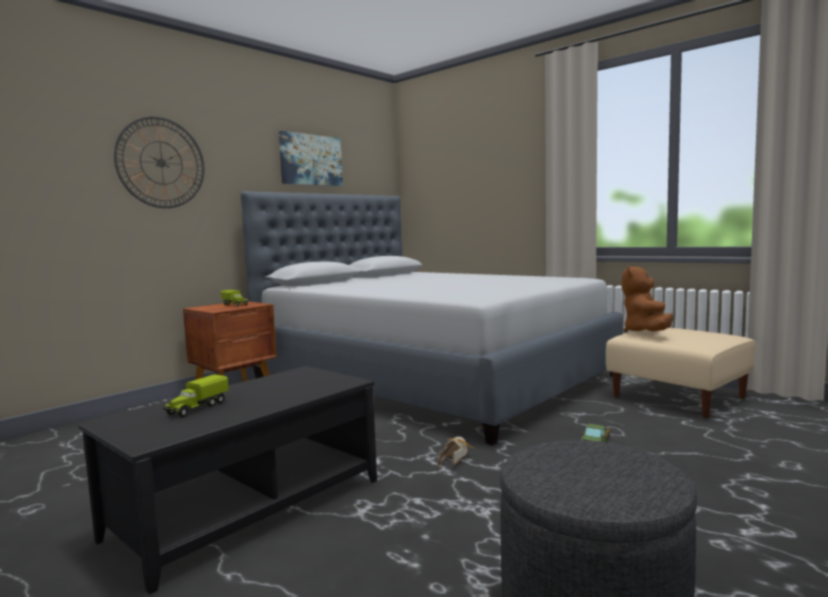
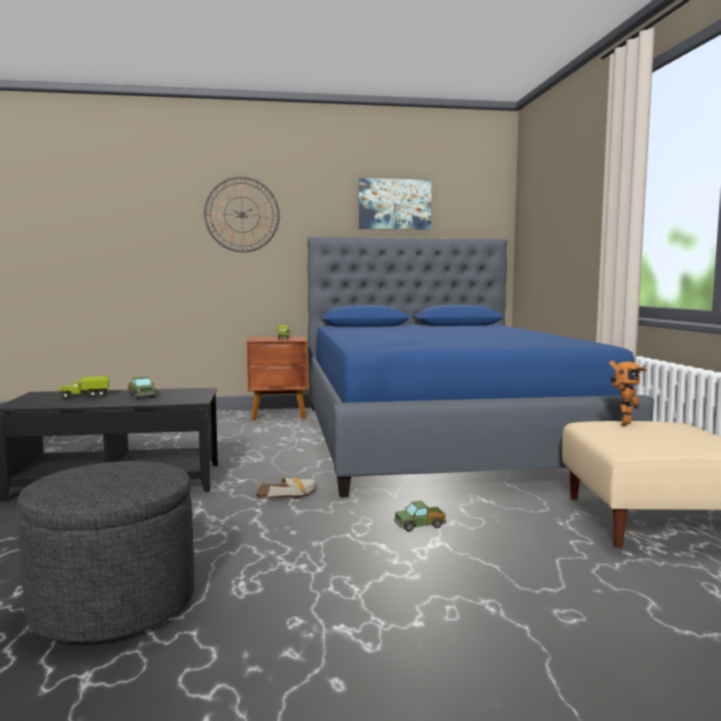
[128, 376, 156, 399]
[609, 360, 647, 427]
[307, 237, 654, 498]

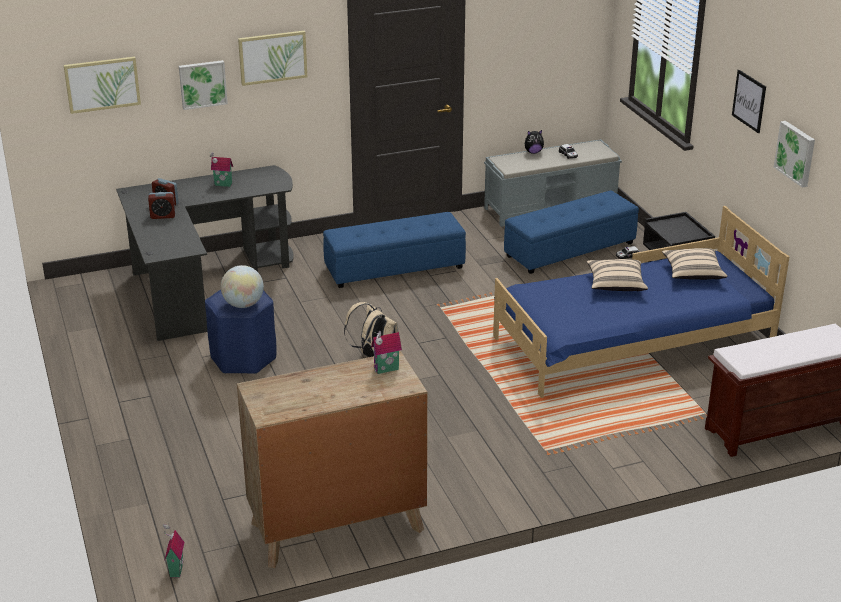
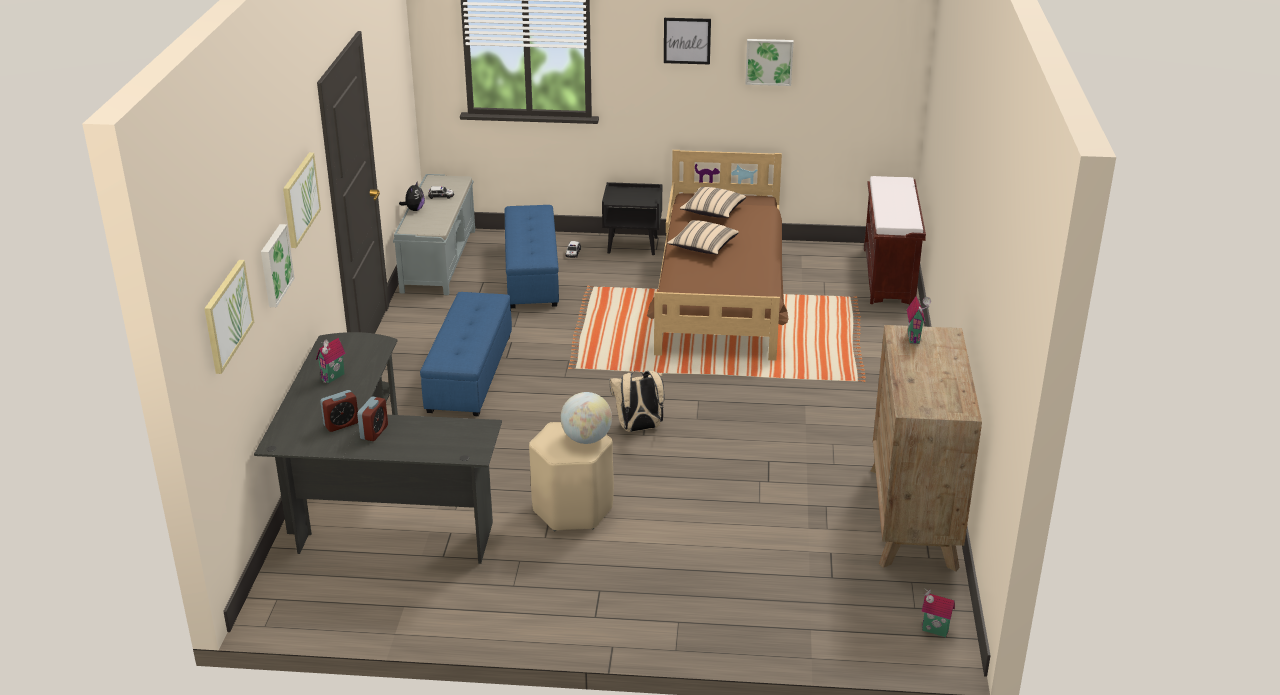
[529, 422, 614, 531]
[647, 150, 788, 361]

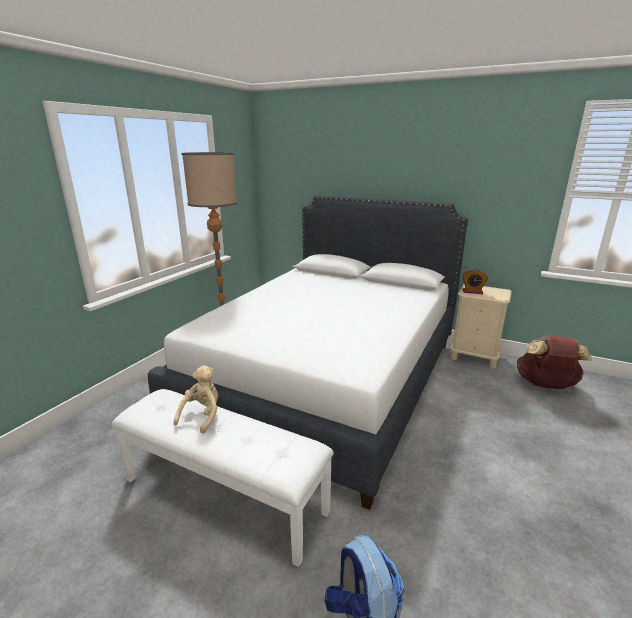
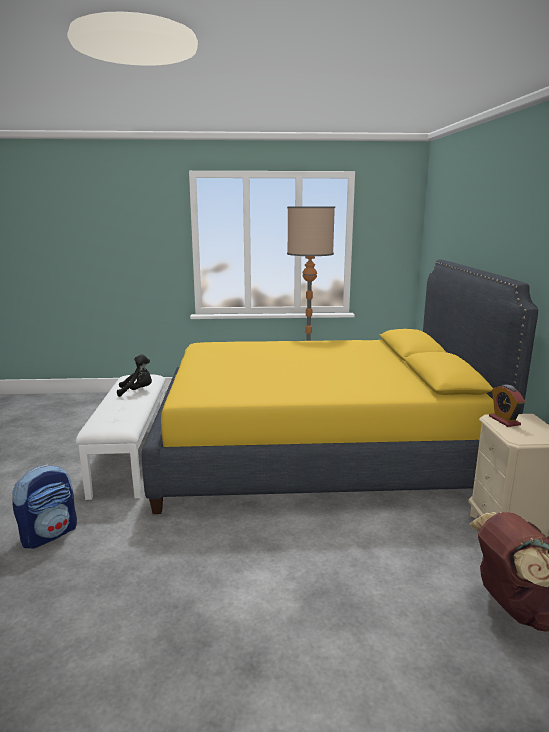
[142, 259, 538, 514]
[117, 354, 152, 397]

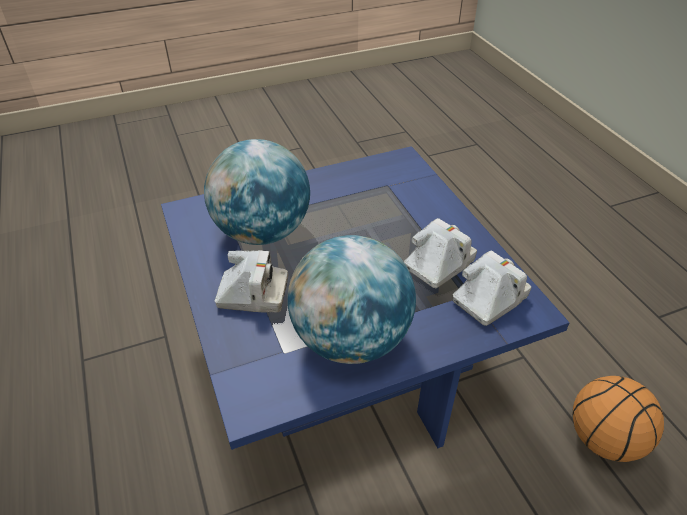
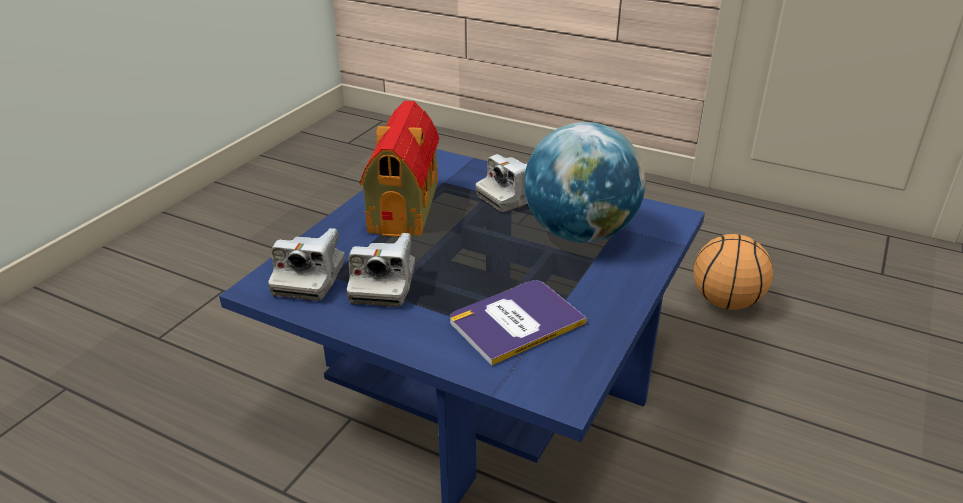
[450, 280, 587, 366]
[693, 234, 773, 310]
[360, 101, 439, 237]

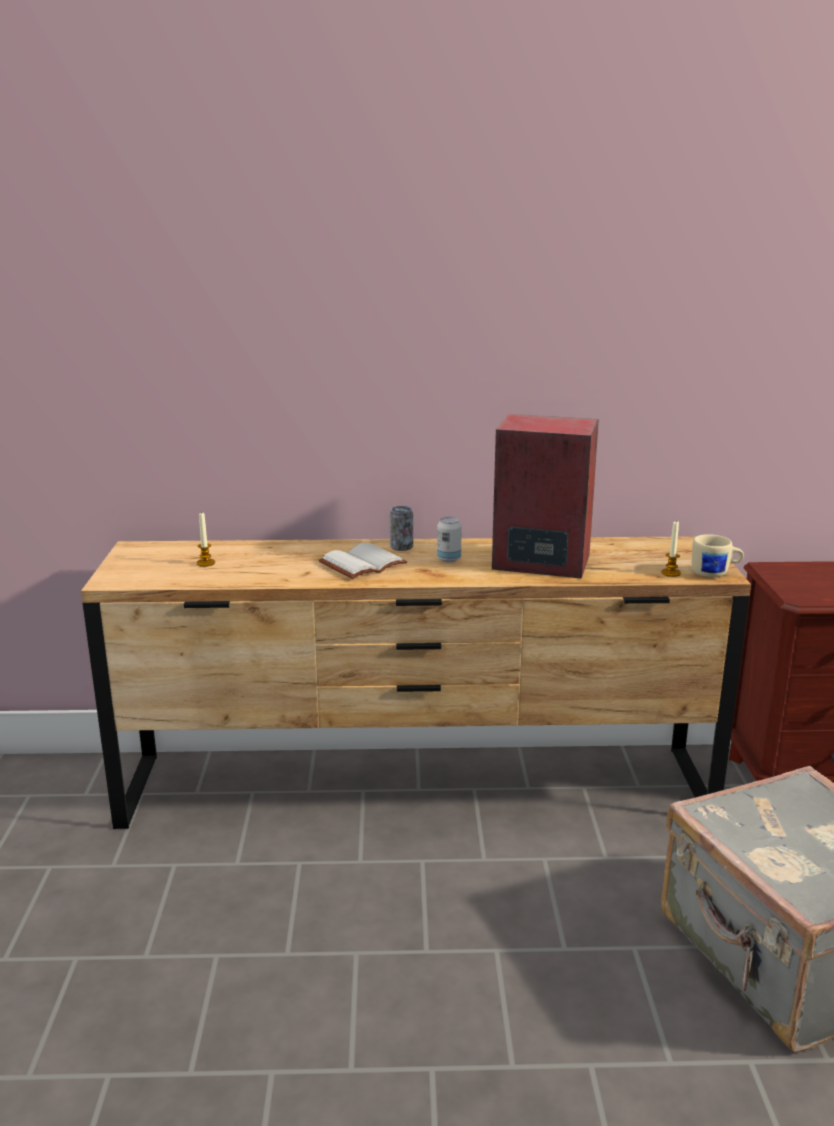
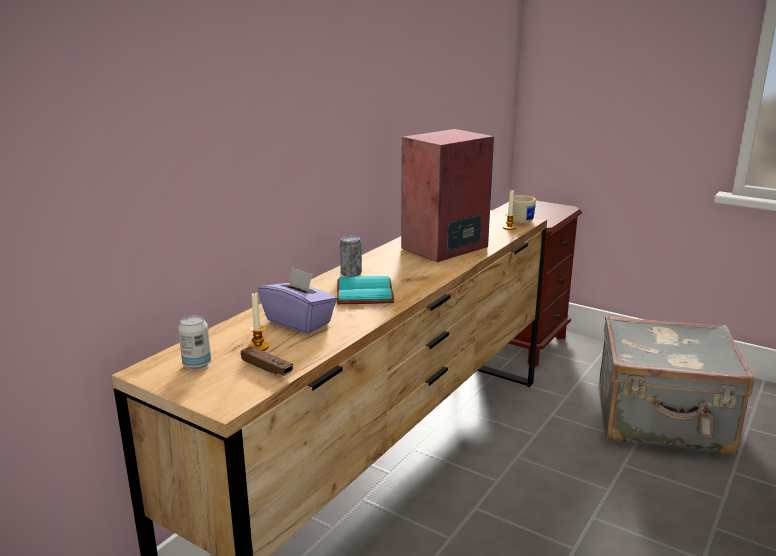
[241, 346, 293, 376]
[258, 267, 337, 334]
[178, 315, 211, 369]
[337, 276, 394, 304]

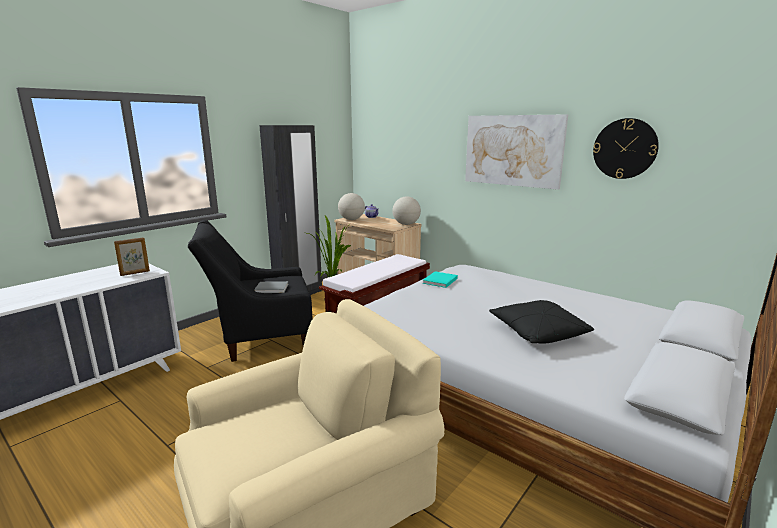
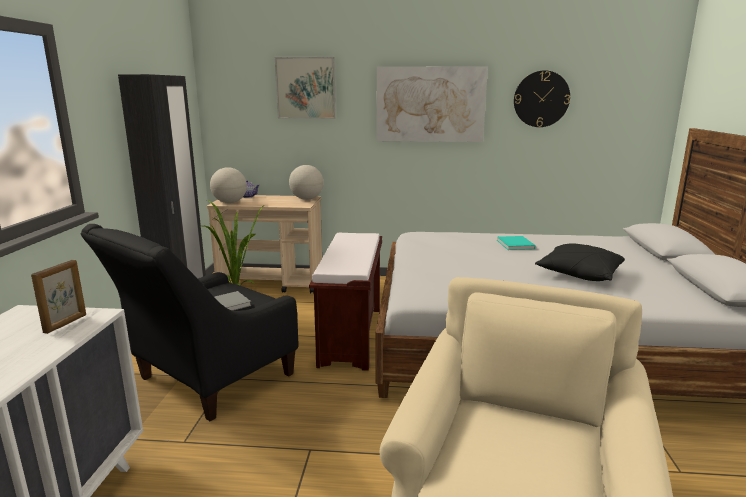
[275, 57, 336, 119]
[497, 236, 535, 250]

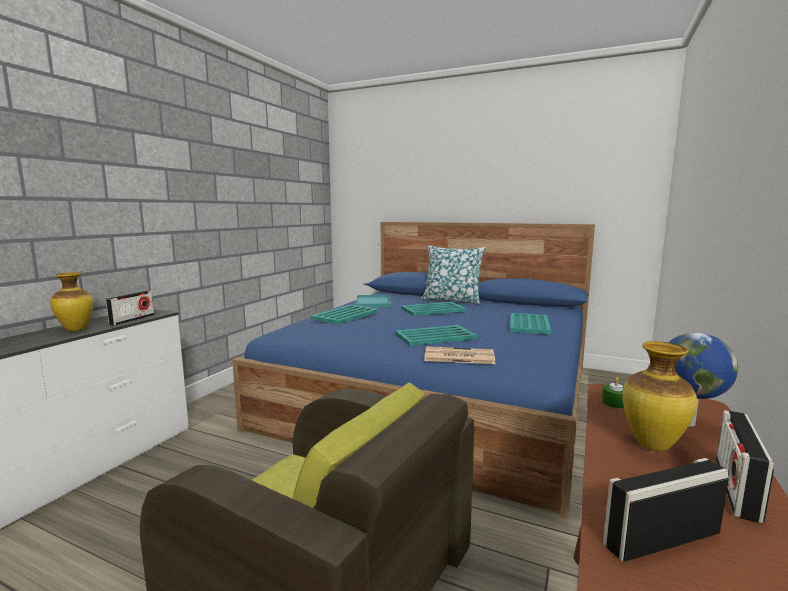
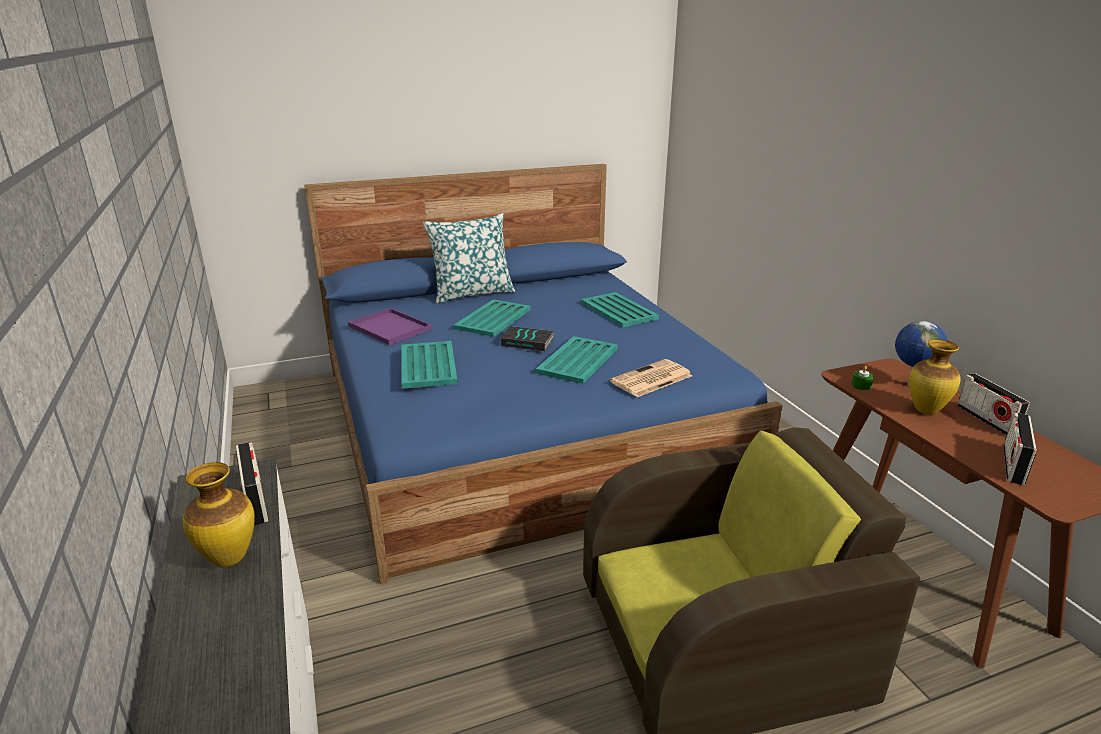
[501, 326, 555, 351]
[348, 308, 432, 345]

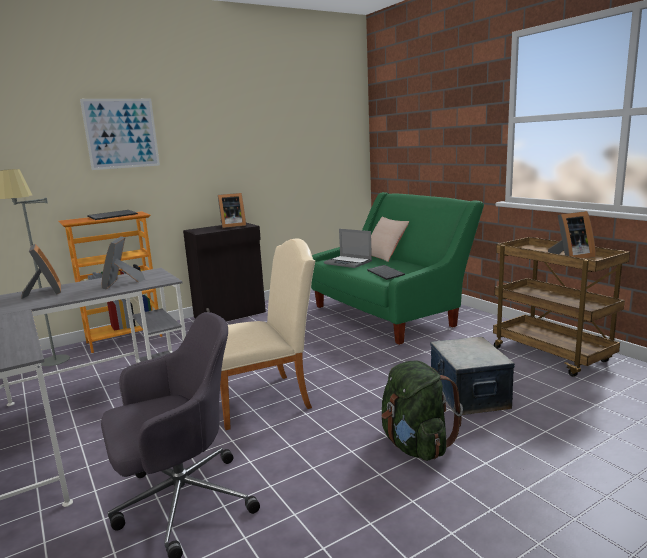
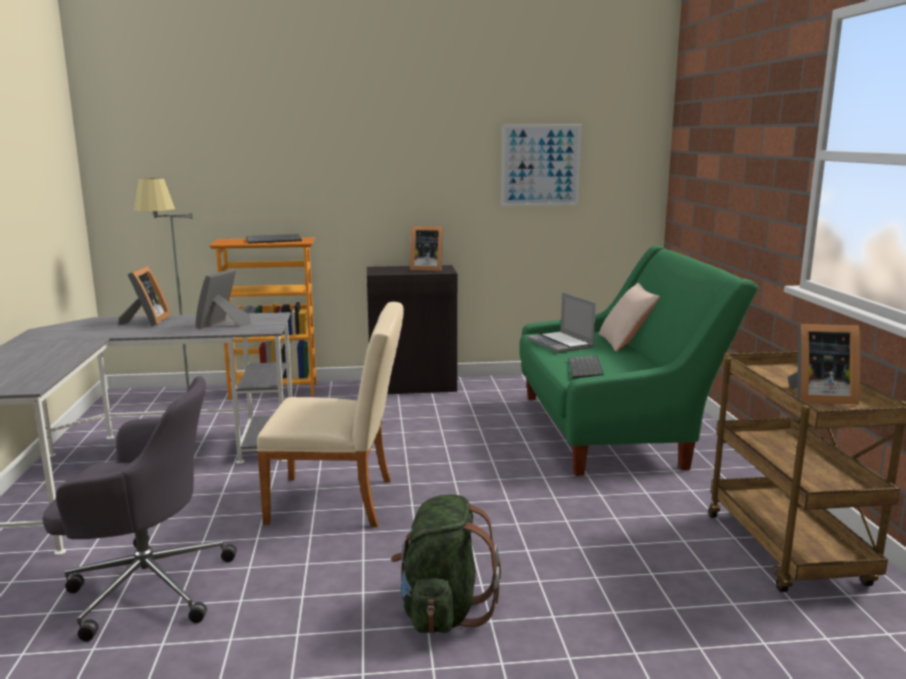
[430, 337, 515, 415] (first image)
[501, 125, 582, 206]

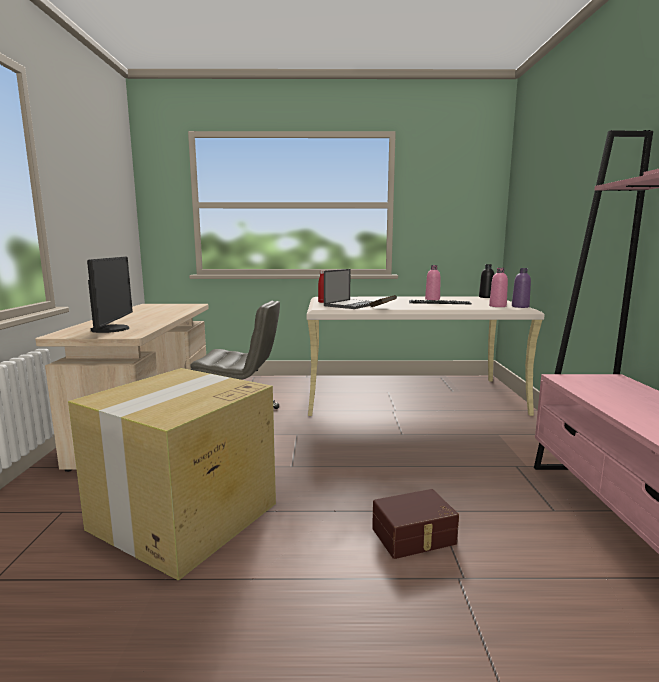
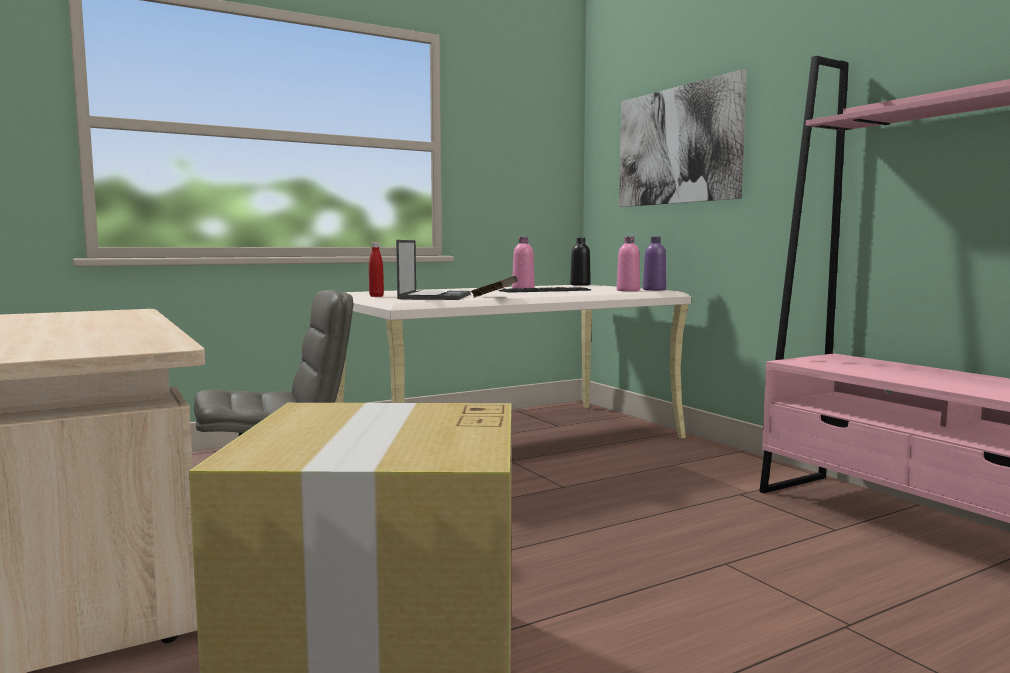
[87, 257, 133, 333] (first image)
[372, 489, 459, 559] (first image)
[619, 69, 747, 207]

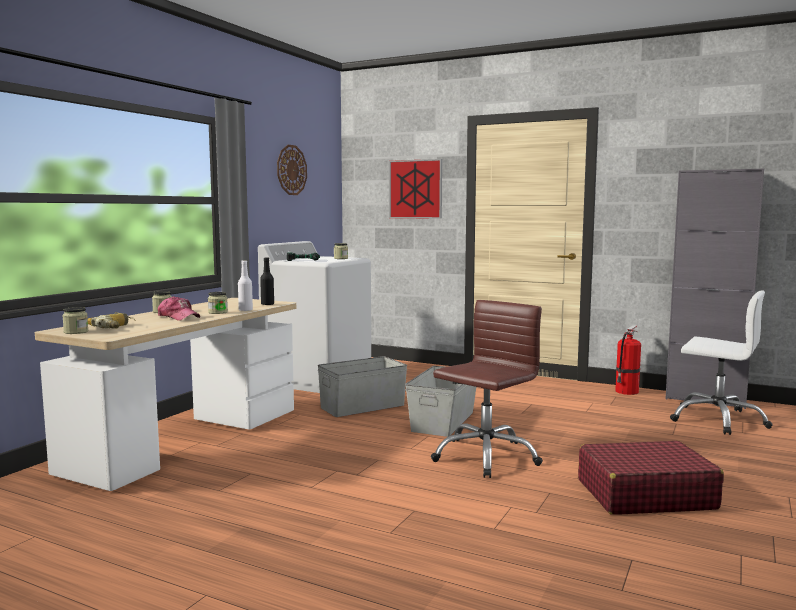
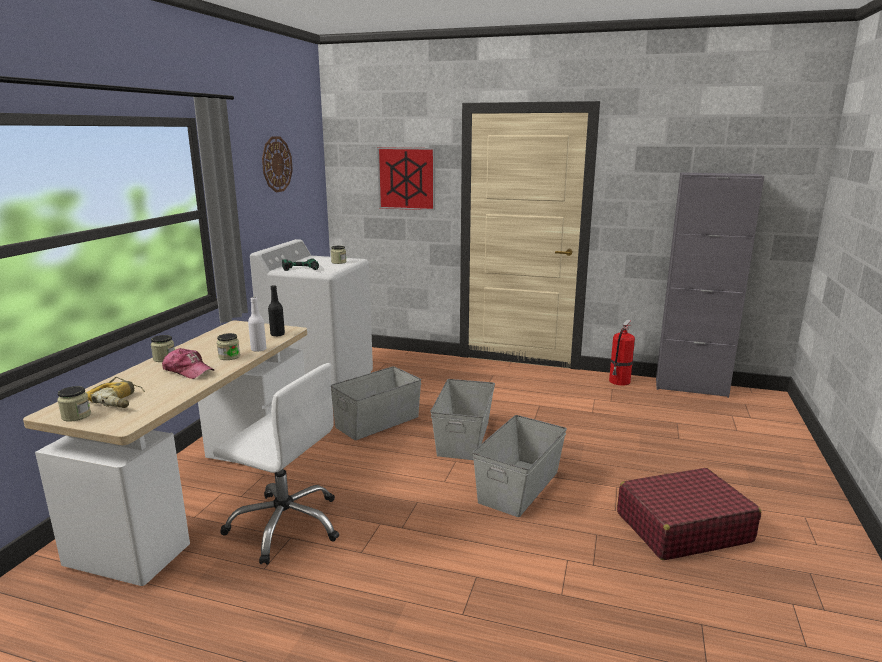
[213, 363, 339, 565]
[472, 415, 567, 517]

